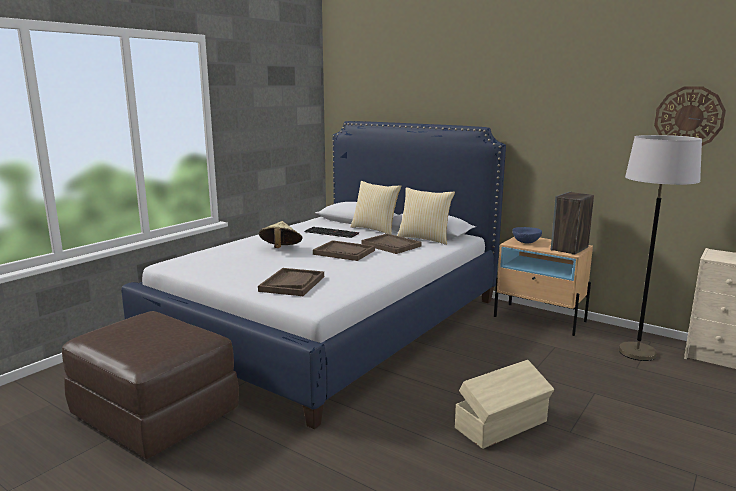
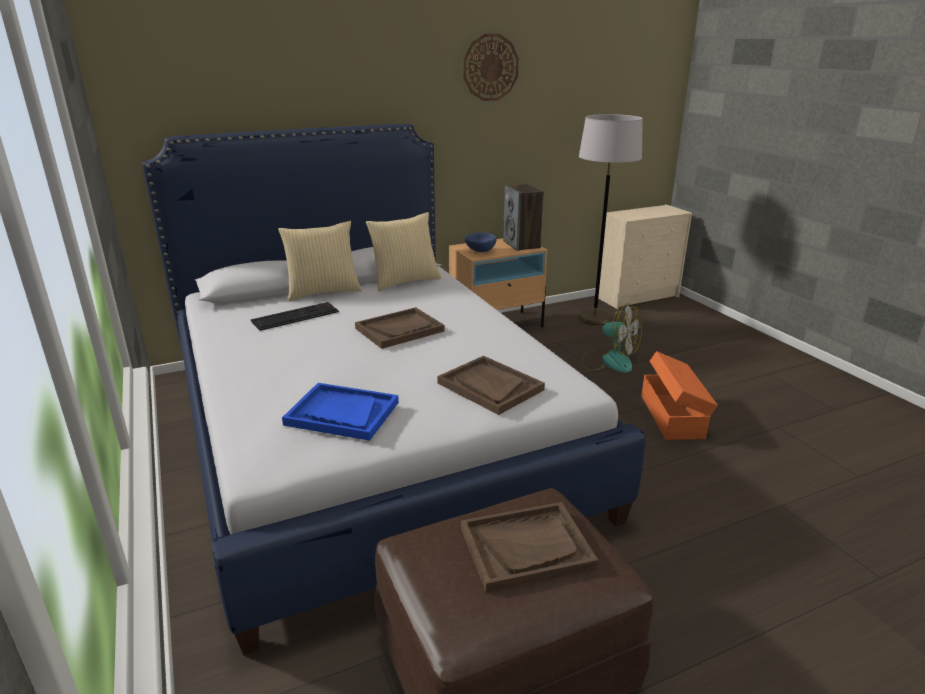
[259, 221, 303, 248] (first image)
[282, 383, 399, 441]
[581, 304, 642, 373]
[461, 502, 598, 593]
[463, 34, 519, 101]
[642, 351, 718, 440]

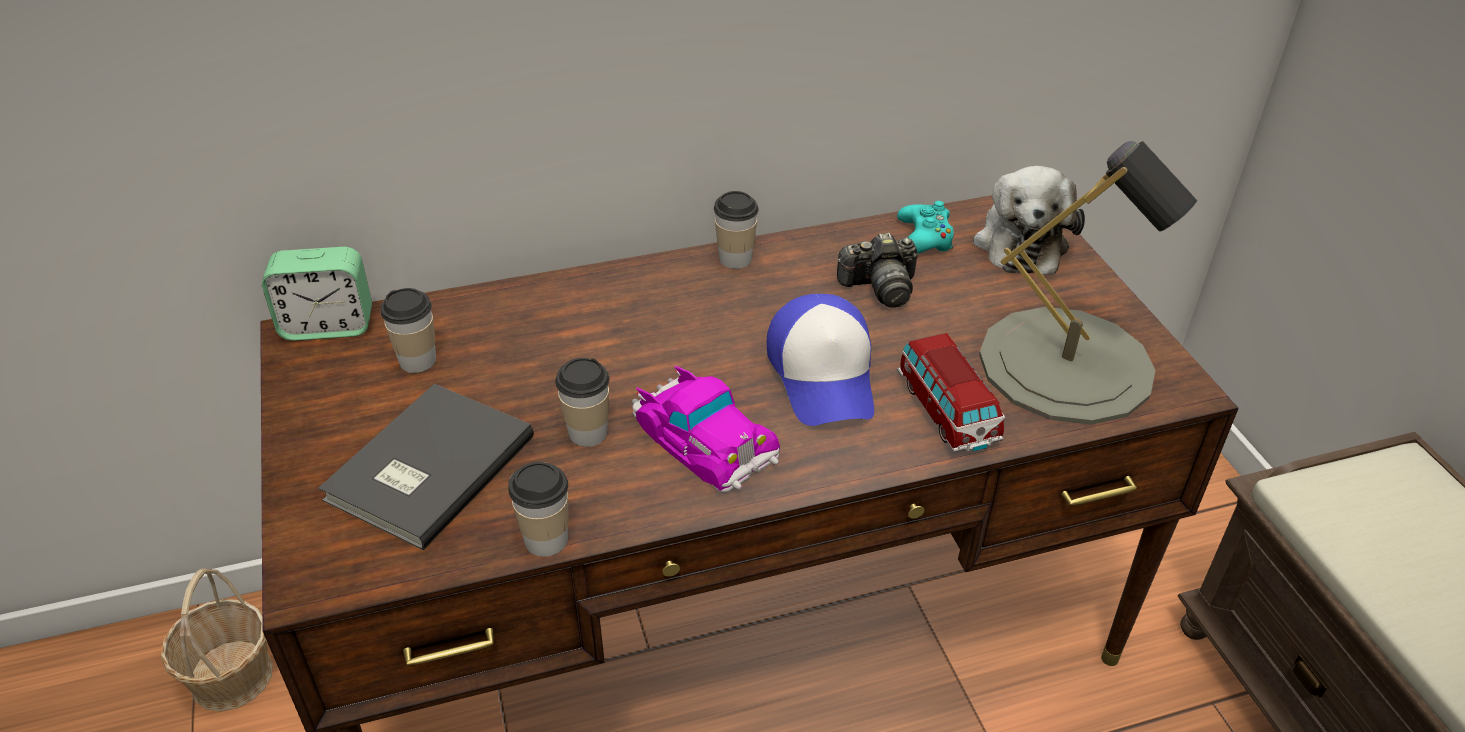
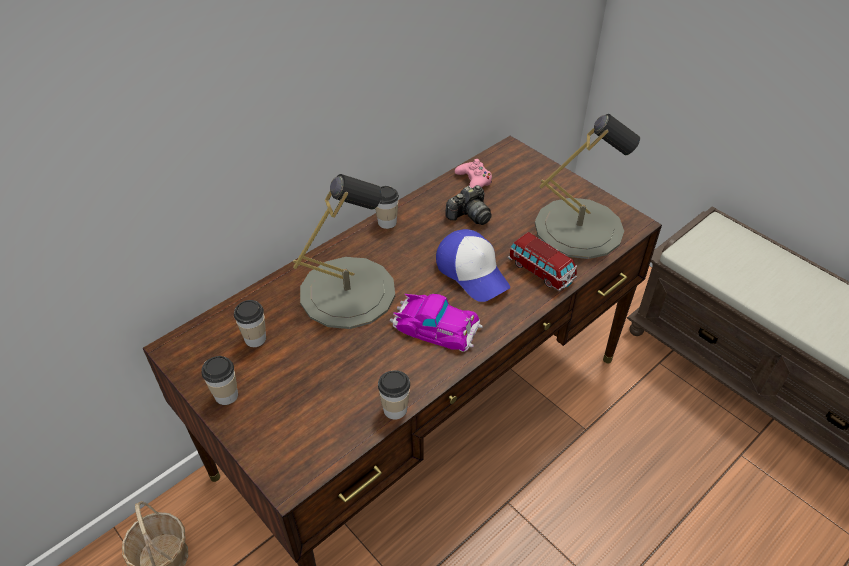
[262, 247, 372, 341] (first image)
[318, 384, 534, 550] (first image)
[973, 166, 1085, 275] (first image)
[293, 174, 395, 329]
[202, 356, 238, 405]
[455, 159, 492, 188]

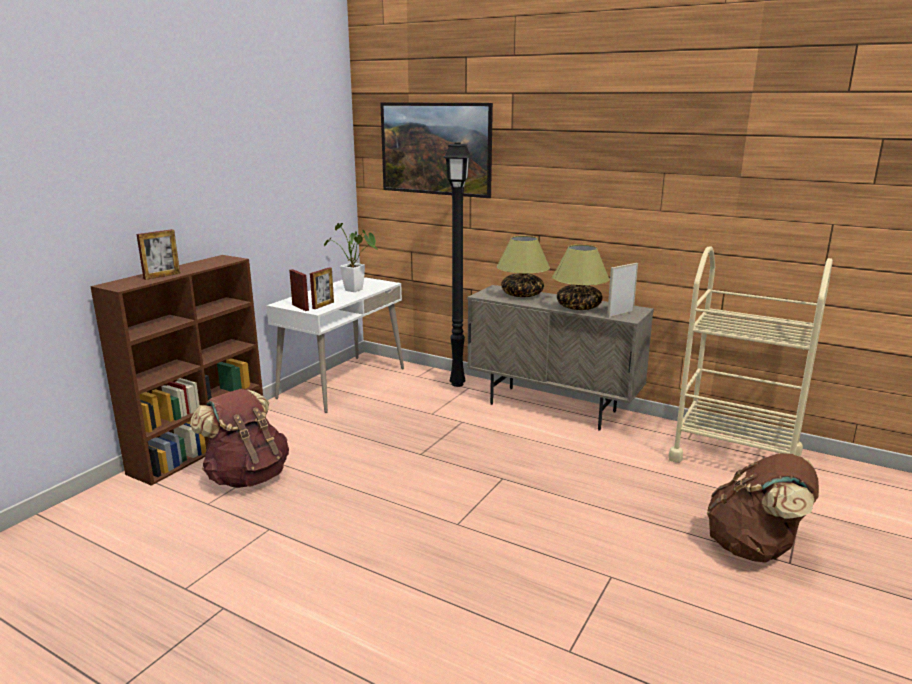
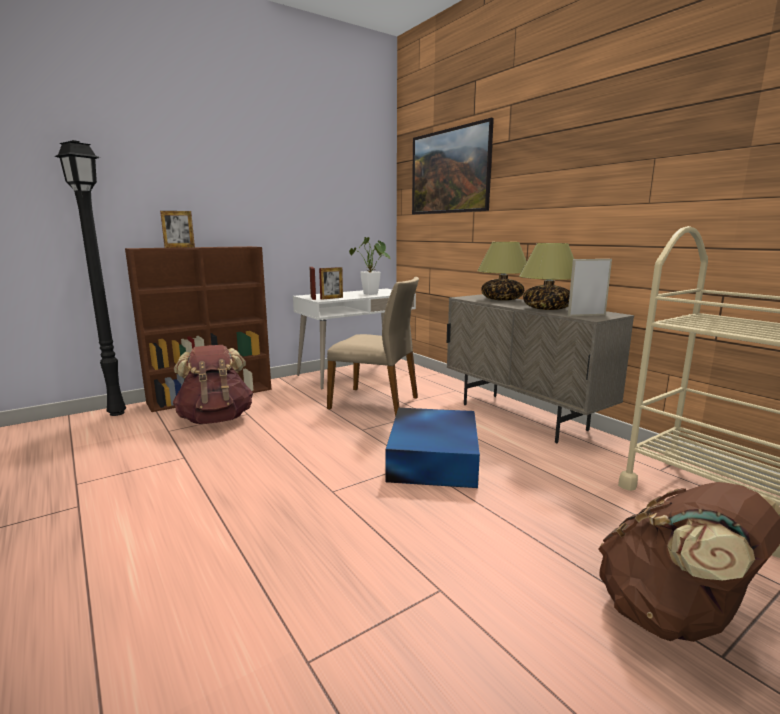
[327, 277, 419, 417]
[386, 408, 480, 488]
[55, 140, 126, 416]

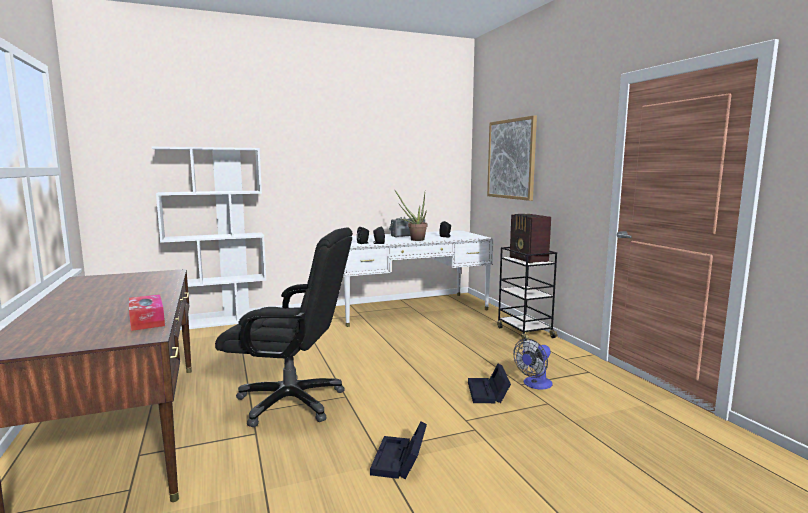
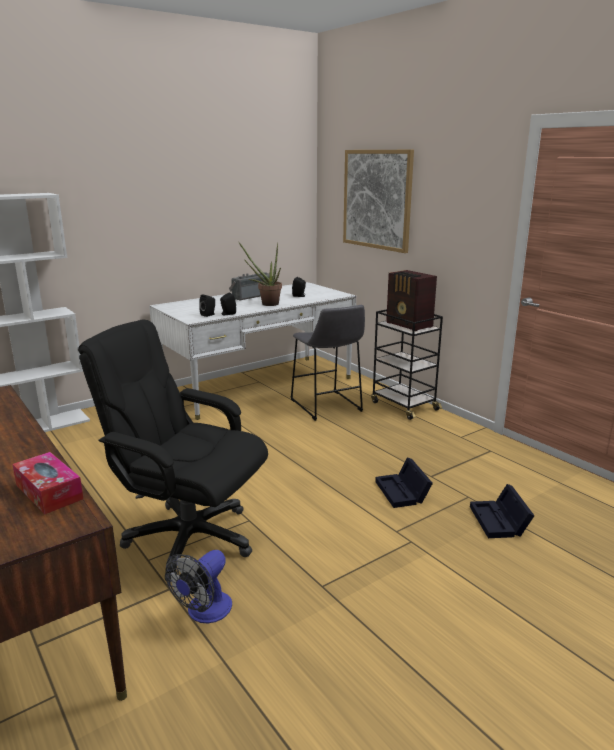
[290, 305, 365, 421]
[470, 484, 535, 538]
[165, 550, 232, 623]
[78, 319, 268, 582]

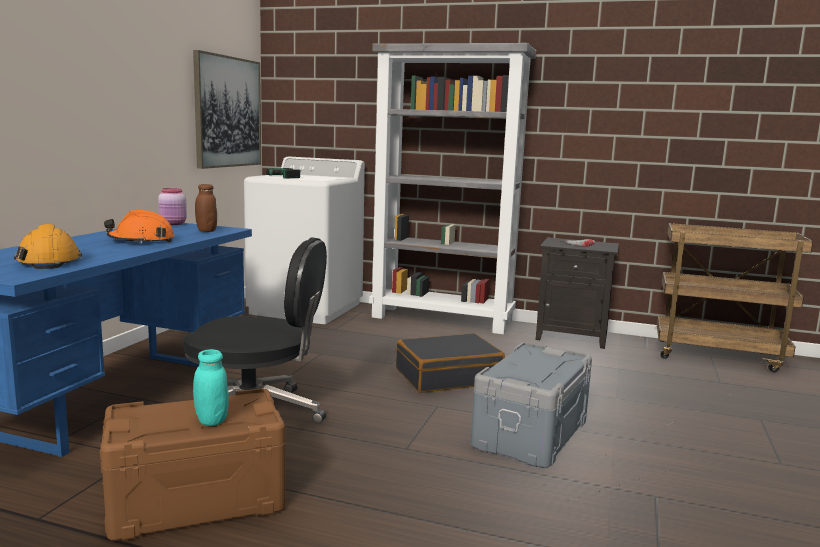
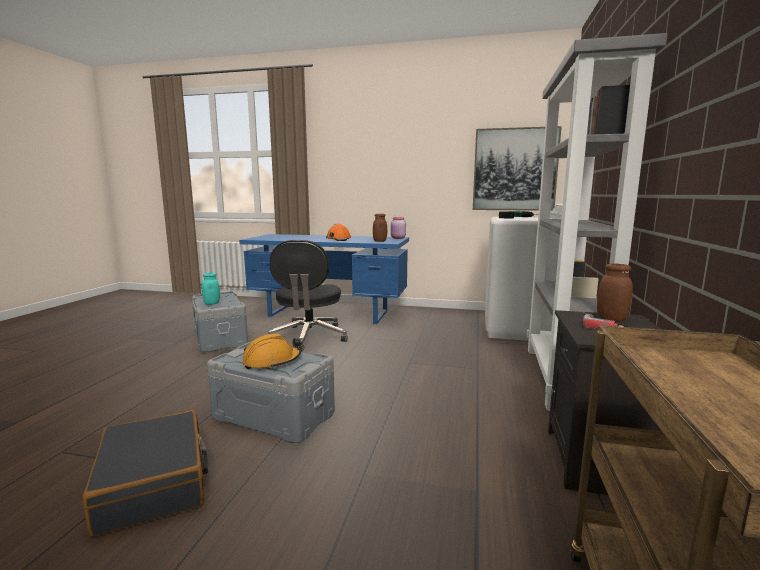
[597, 263, 633, 322]
[242, 333, 302, 369]
[83, 410, 208, 536]
[192, 291, 248, 352]

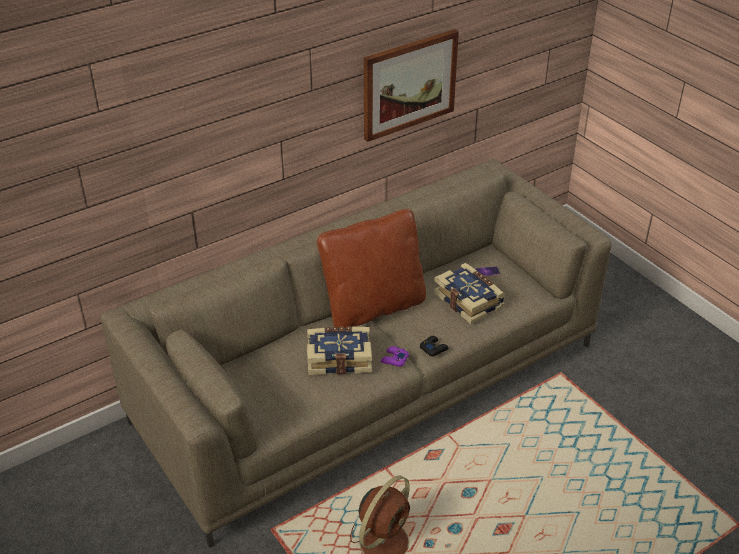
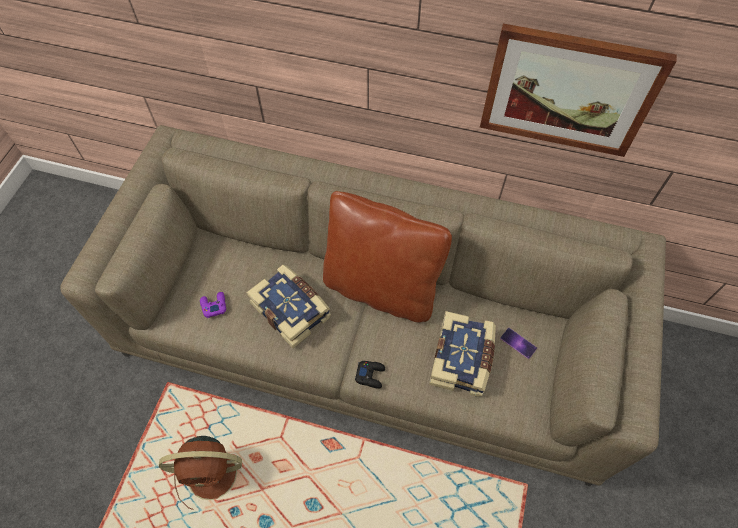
[200, 292, 226, 318]

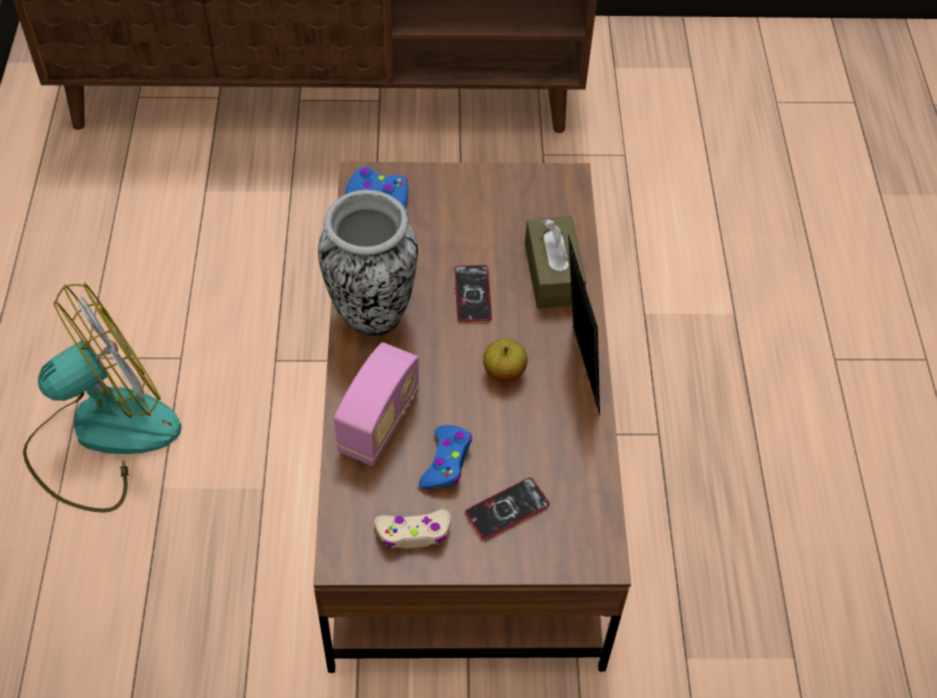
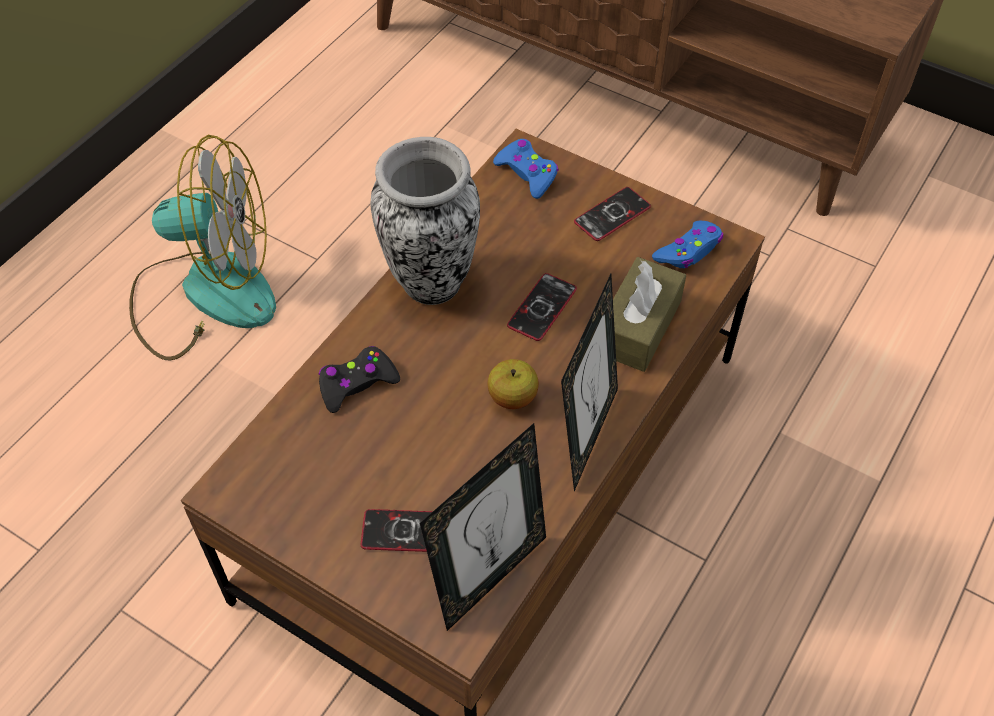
[374, 509, 451, 549] (first image)
[420, 423, 546, 631]
[574, 187, 651, 241]
[652, 221, 723, 268]
[319, 346, 400, 413]

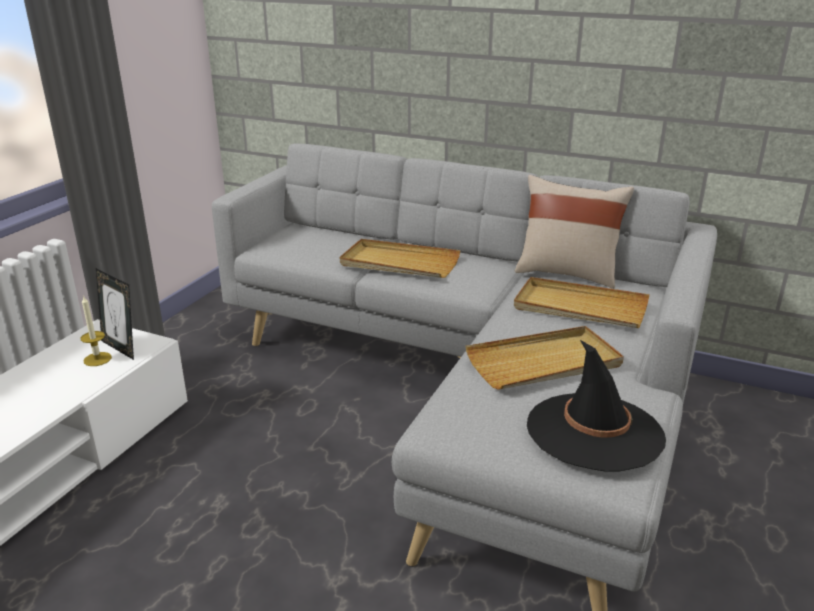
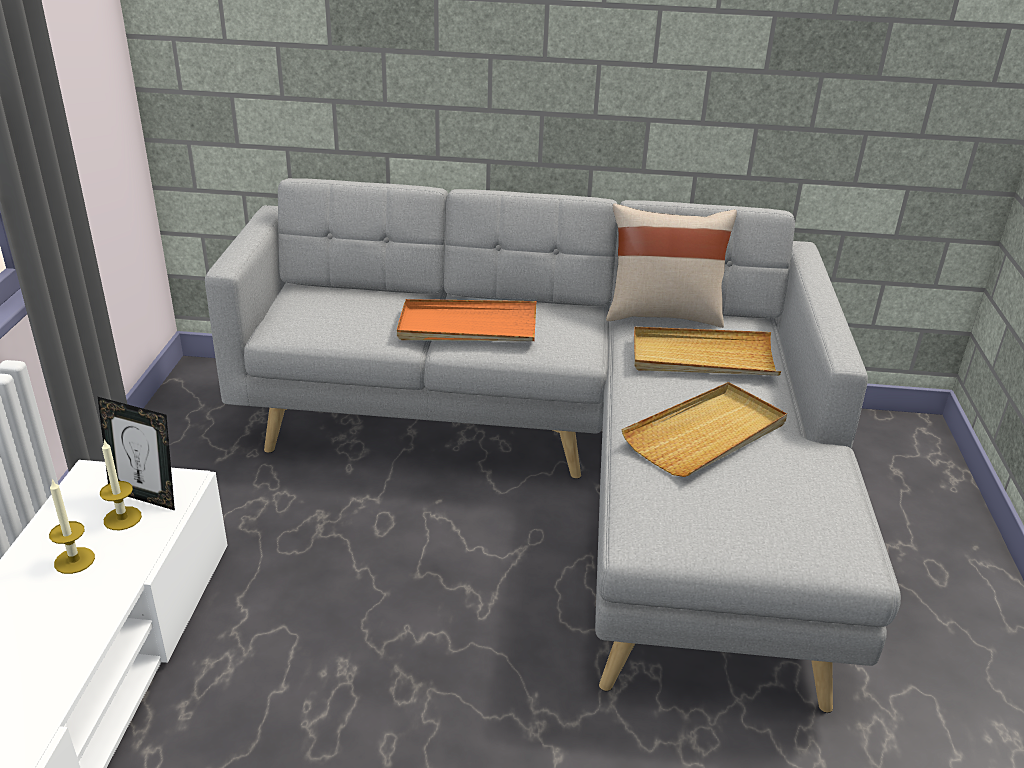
[527, 340, 666, 472] (first image)
[49, 479, 95, 574]
[397, 299, 536, 341]

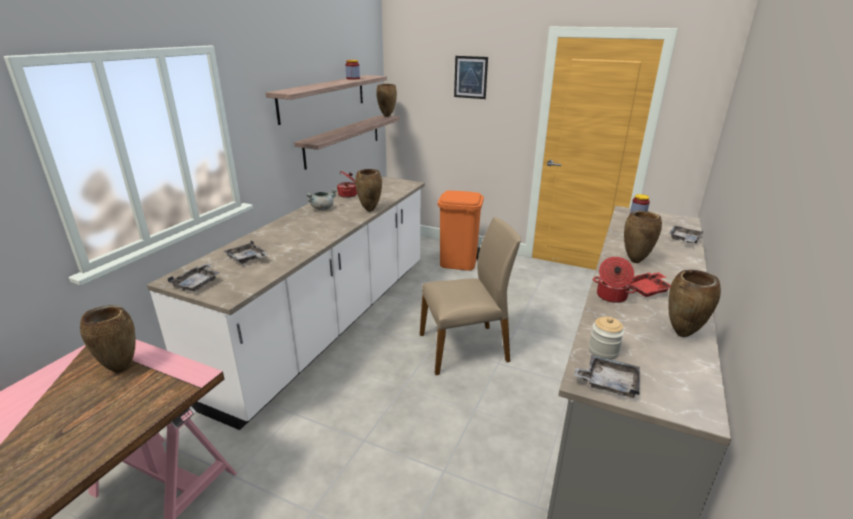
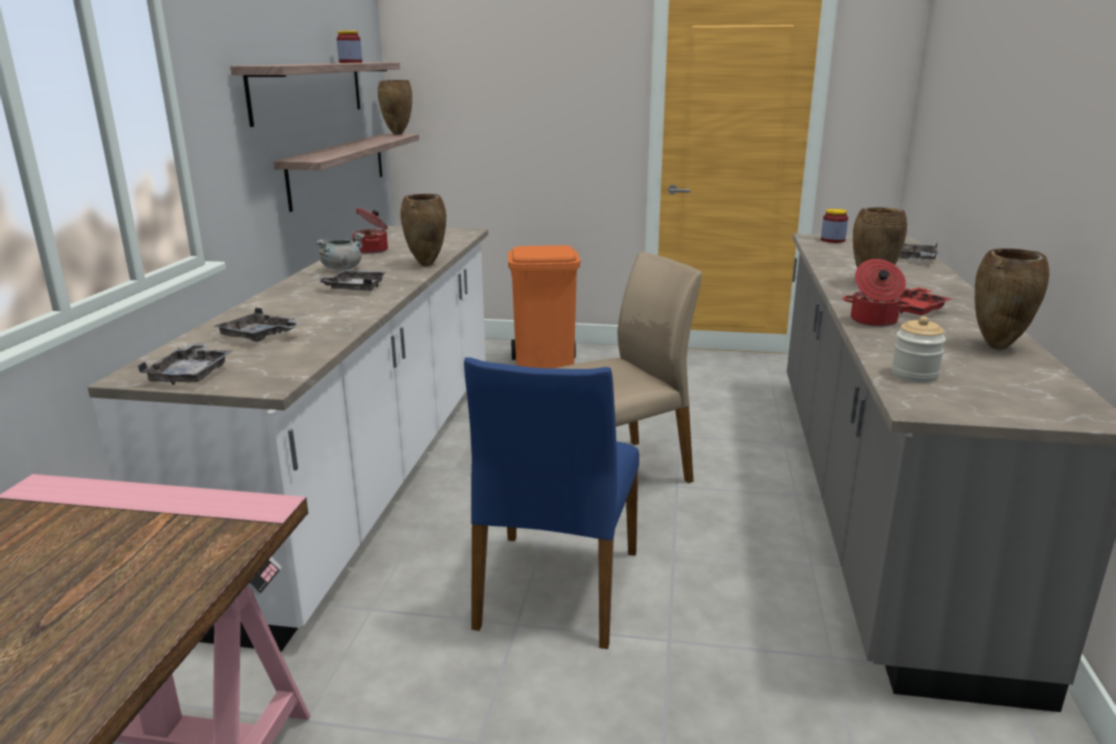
[80, 305, 136, 373] (first image)
[454, 56, 488, 99] (first image)
[464, 357, 639, 649]
[315, 270, 387, 291]

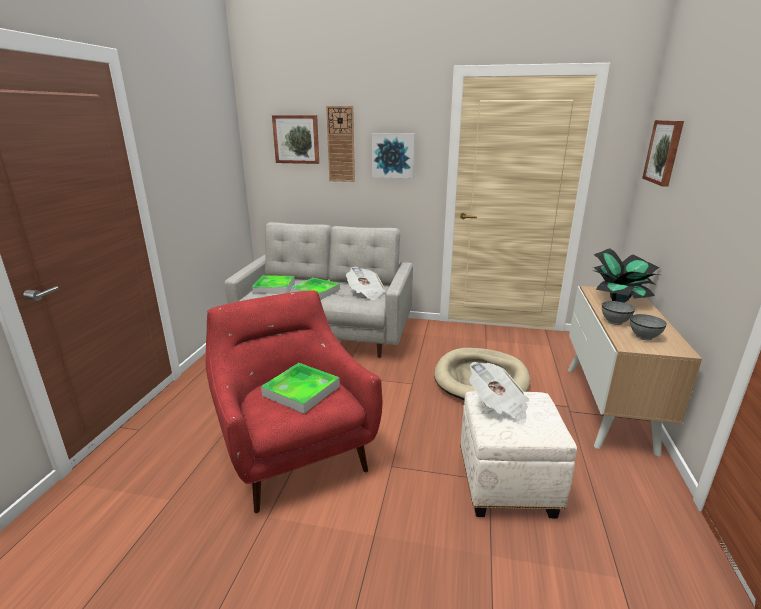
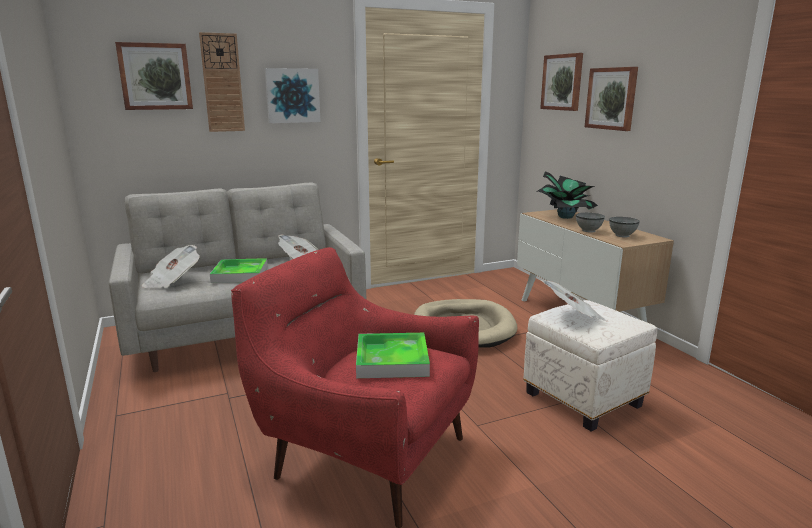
[585, 67, 638, 131]
[142, 245, 200, 288]

